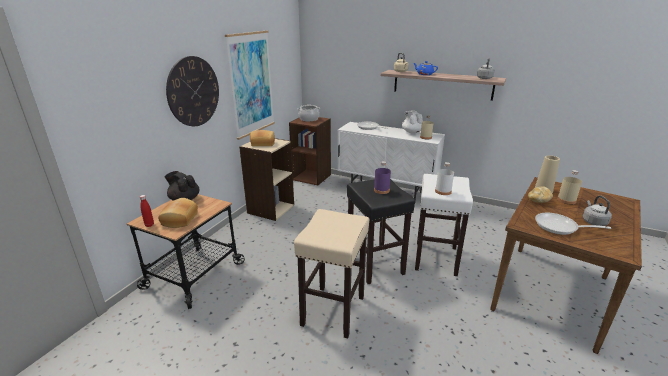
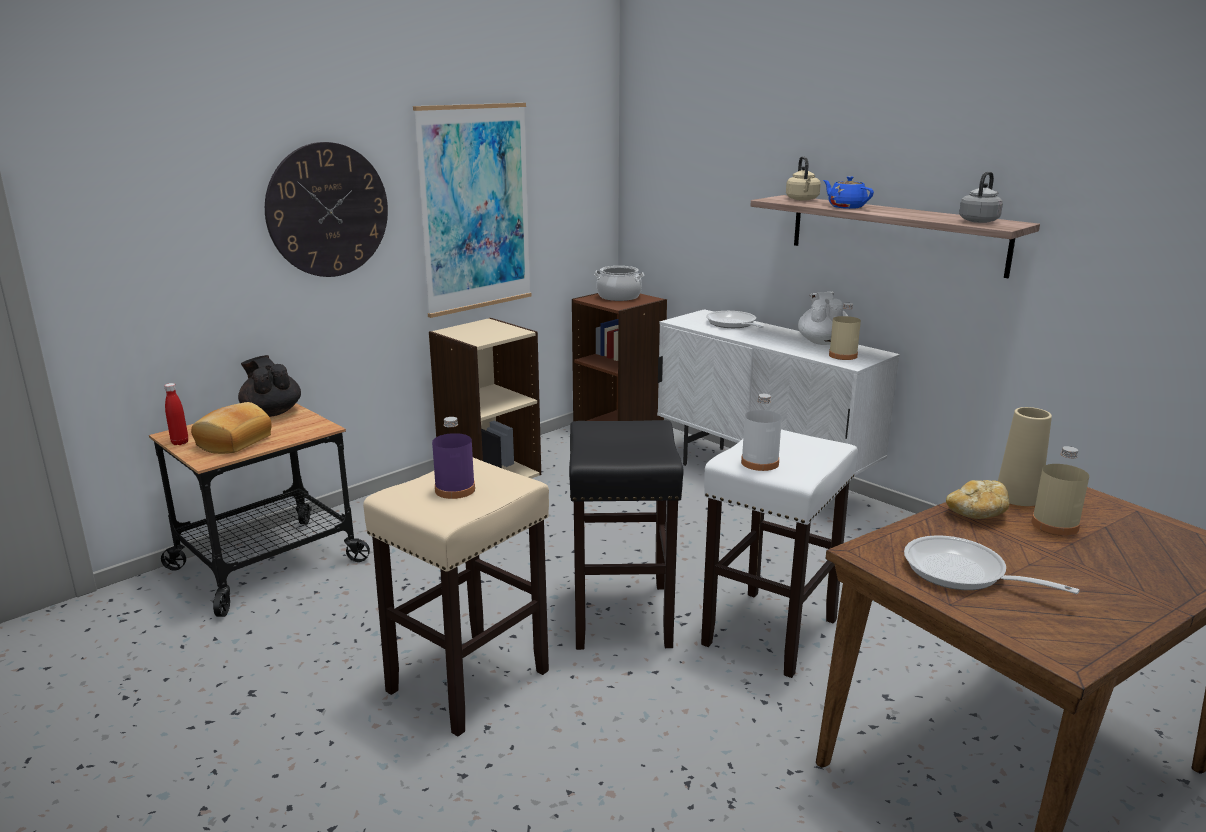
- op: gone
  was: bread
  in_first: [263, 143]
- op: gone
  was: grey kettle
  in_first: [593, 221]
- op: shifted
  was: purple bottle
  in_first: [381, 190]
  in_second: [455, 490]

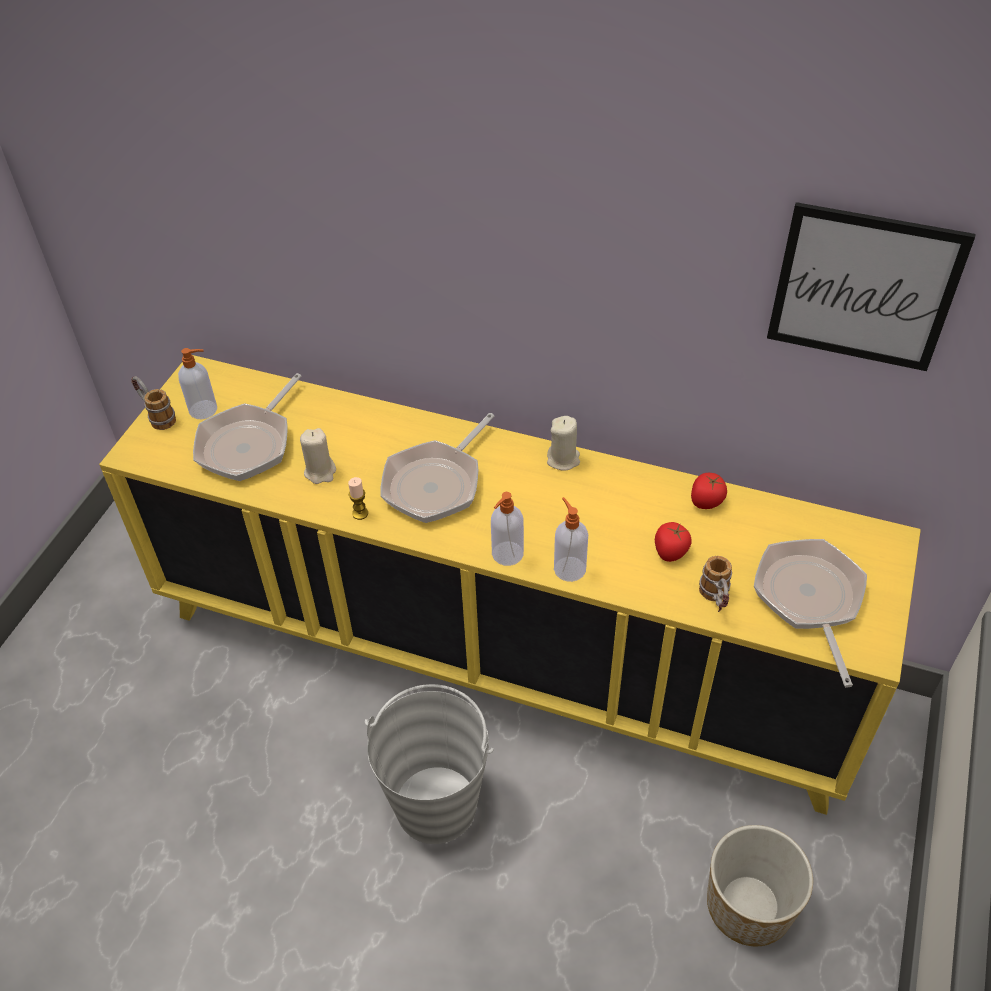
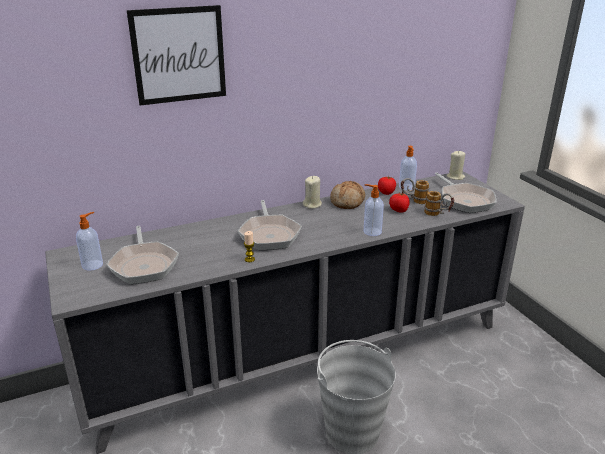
- op: gone
  was: planter
  in_first: [748, 904]
- op: new
  now: bread
  in_second: [348, 202]
- op: shifted
  was: mug
  in_first: [156, 416]
  in_second: [413, 201]
- op: shifted
  was: beige candle
  in_first: [320, 472]
  in_second: [455, 177]
- op: shifted
  was: soap dispenser
  in_first: [506, 554]
  in_second: [406, 187]
- op: shifted
  was: picture
  in_first: [864, 288]
  in_second: [179, 55]
- op: repainted
  was: yellow cabinet
  now: grey cabinet
  in_first: [500, 654]
  in_second: [302, 356]
- op: rotated
  was: frying pan
  in_first: [809, 599]
  in_second: [464, 200]
  clockwise: -150

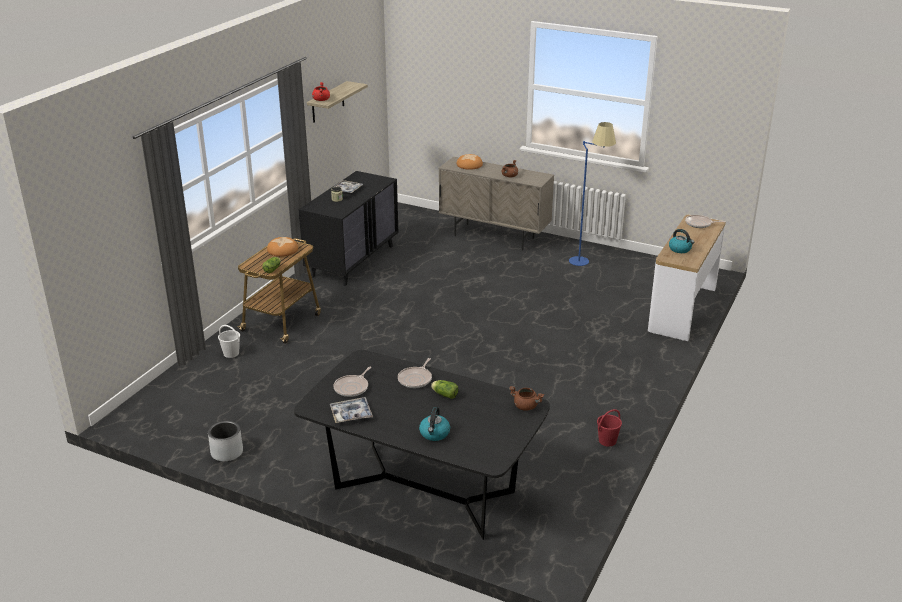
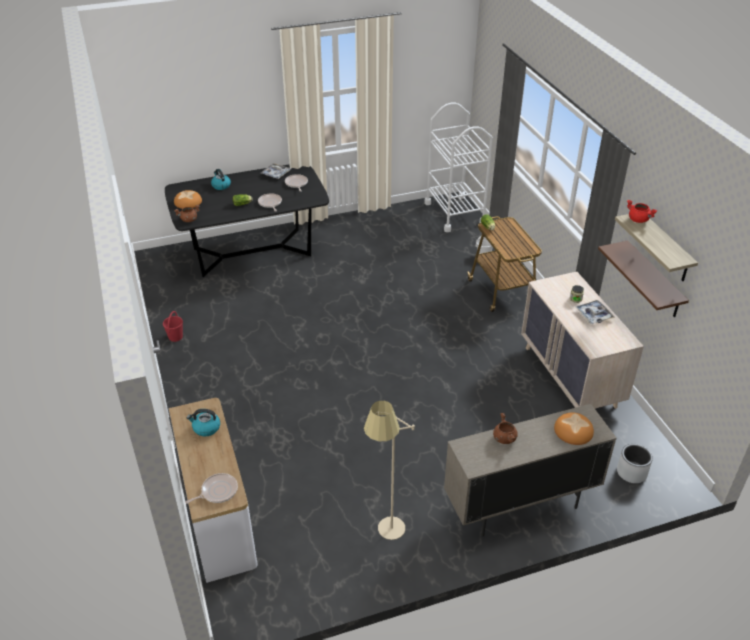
- op: new
  now: white cart
  in_second: [455, 213]
- op: new
  now: brown shelf
  in_second: [653, 280]
- op: shifted
  was: grey planter
  in_first: [227, 452]
  in_second: [632, 472]
- op: shifted
  was: bread
  in_first: [282, 250]
  in_second: [188, 202]
- op: repainted
  was: black dresser
  now: beige dresser
  in_first: [353, 261]
  in_second: [570, 377]
- op: repainted
  was: blue floor lamp
  now: beige floor lamp
  in_first: [587, 259]
  in_second: [386, 538]

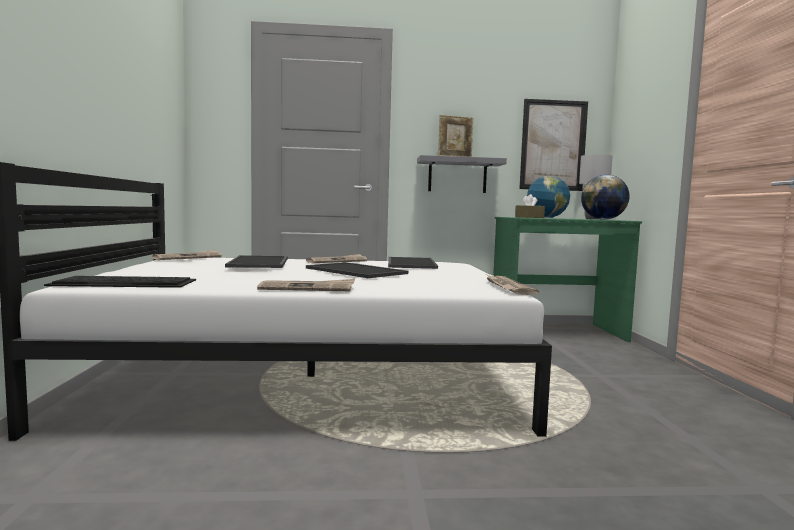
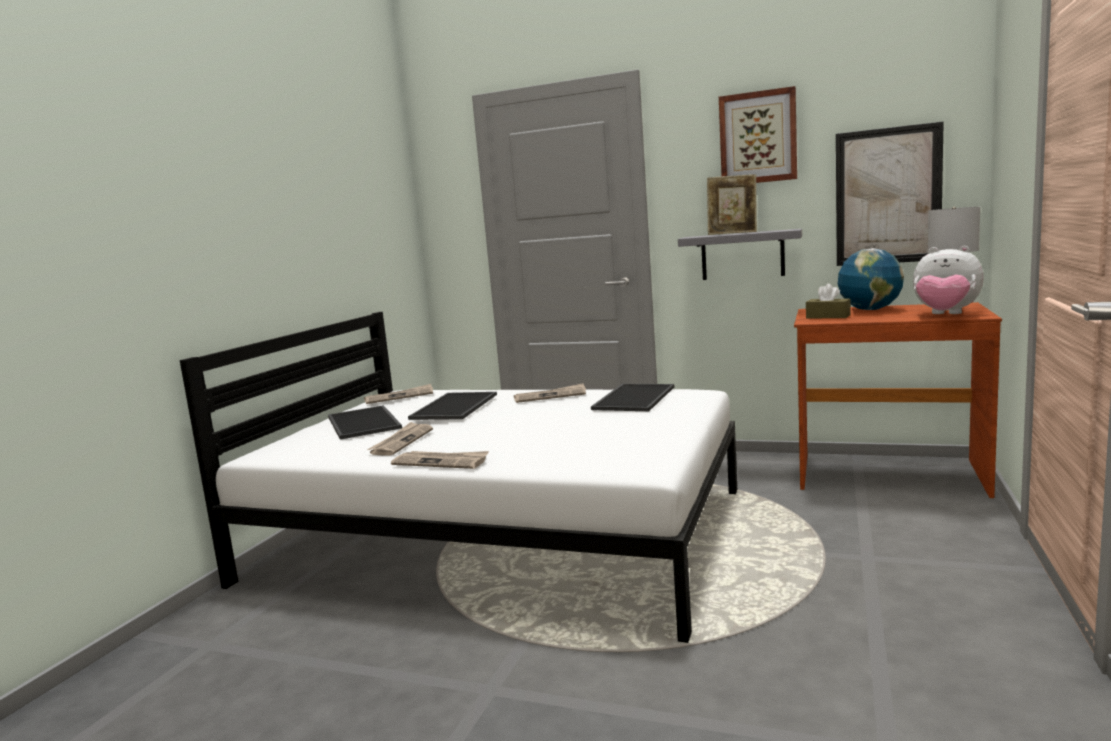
- op: gone
  was: keyboard
  in_first: [126, 282]
- op: new
  now: picture
  in_second: [758, 138]
- op: shifted
  was: tray
  in_first: [357, 271]
  in_second: [365, 422]
- op: shifted
  was: newspaper
  in_first: [507, 287]
  in_second: [401, 441]
- op: swapped
  was: globe
  now: plush toy
  in_first: [603, 219]
  in_second: [945, 314]
- op: repainted
  was: green desk
  now: brown desk
  in_first: [556, 332]
  in_second: [888, 475]

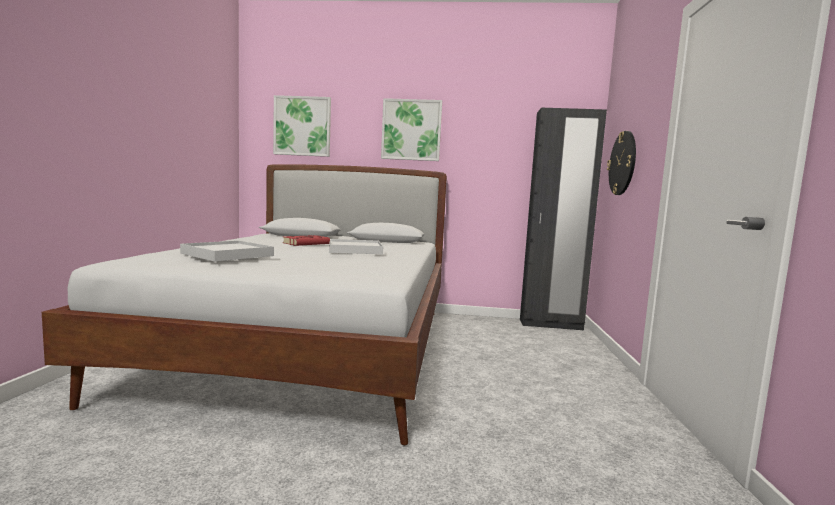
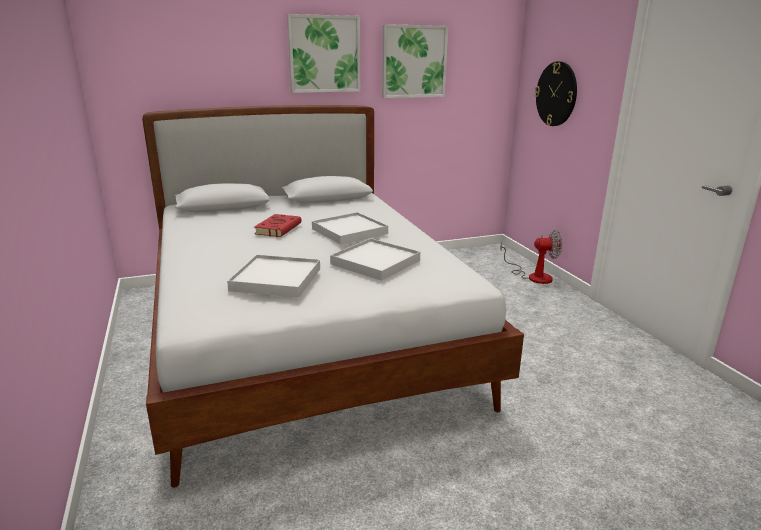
- op: gone
  was: black wardrobe
  in_first: [550, 325]
- op: new
  now: white tray
  in_second: [375, 262]
- op: new
  now: fan
  in_second: [533, 276]
- op: shifted
  was: picture
  in_first: [302, 126]
  in_second: [414, 61]

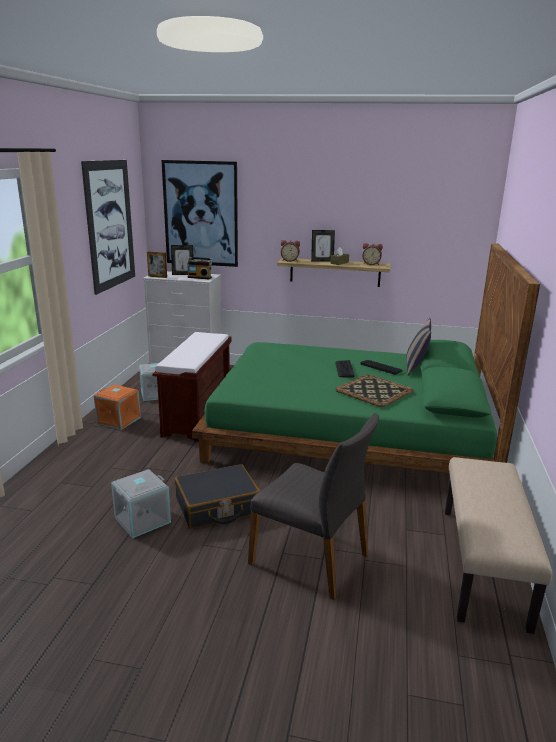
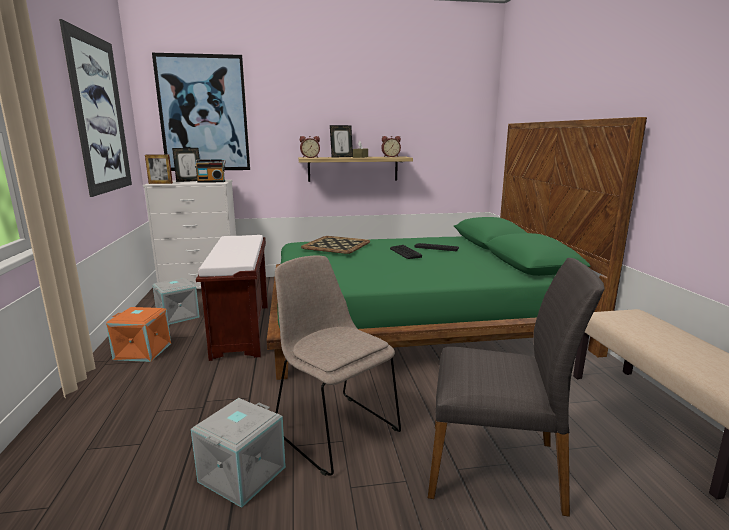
- op: gone
  was: pillow
  in_first: [416, 368]
- op: shifted
  was: tray
  in_first: [375, 391]
  in_second: [337, 245]
- op: swapped
  was: black suitcase
  now: beige chair
  in_first: [217, 506]
  in_second: [334, 429]

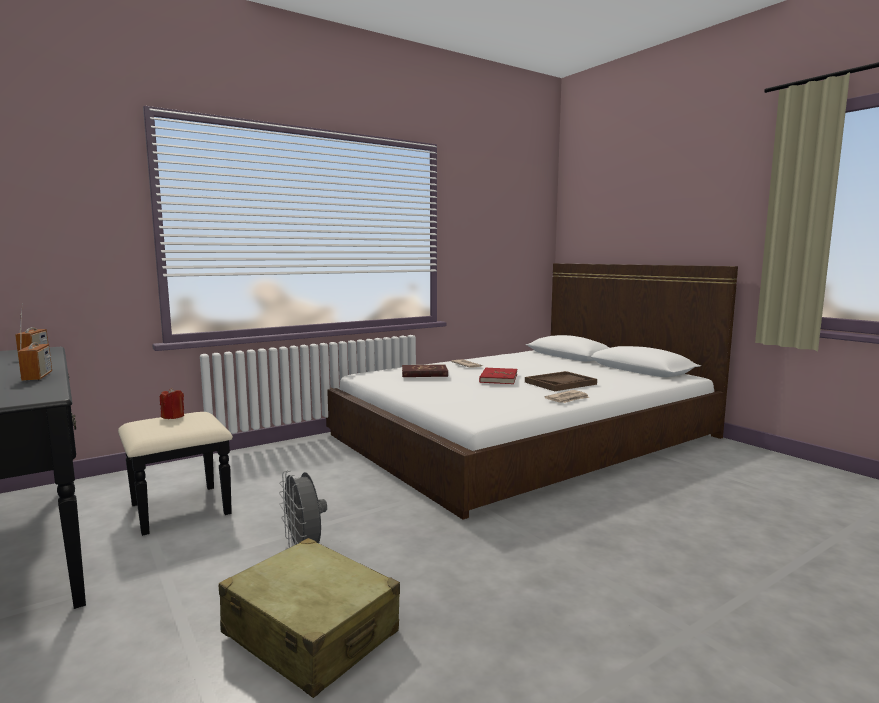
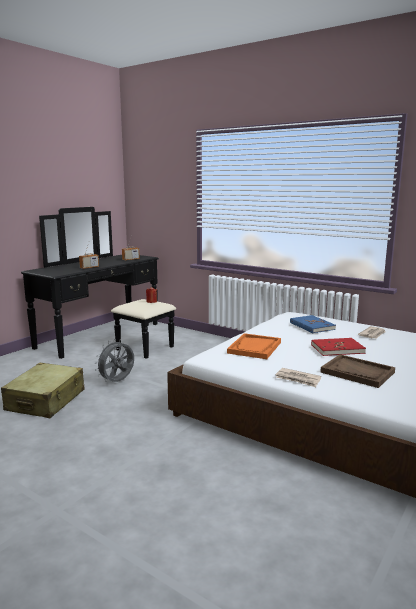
- op: new
  now: orange tray
  in_second: [254, 348]
- op: repainted
  was: red book
  now: blue book
  in_first: [424, 373]
  in_second: [312, 326]

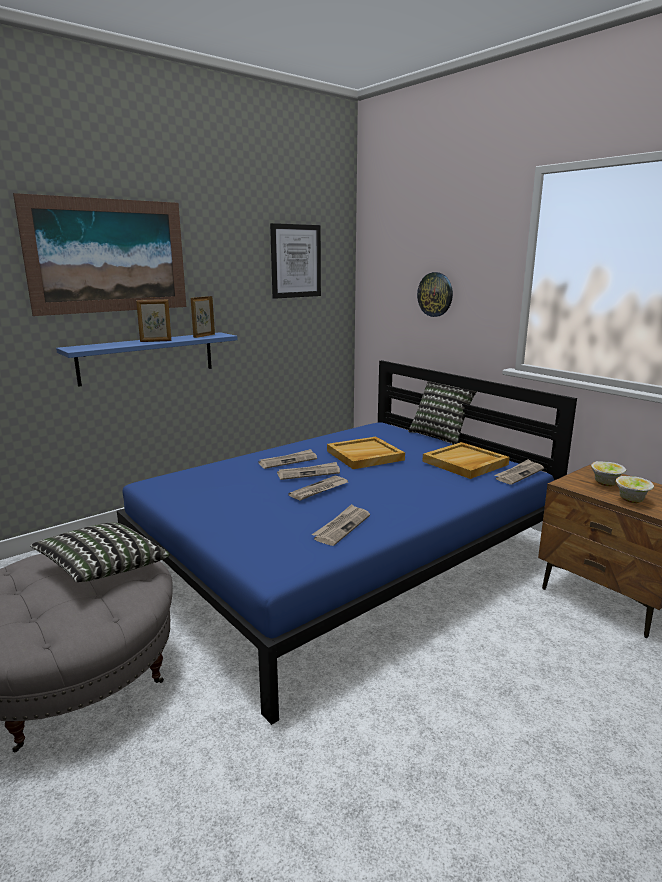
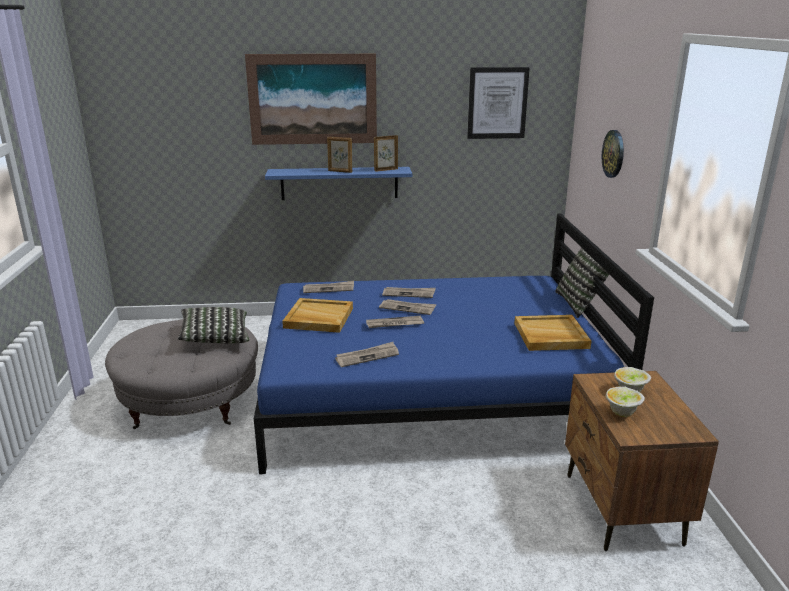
- op: shifted
  was: beige tray
  in_first: [364, 456]
  in_second: [318, 318]
- op: shifted
  was: newspaper
  in_first: [519, 474]
  in_second: [329, 289]

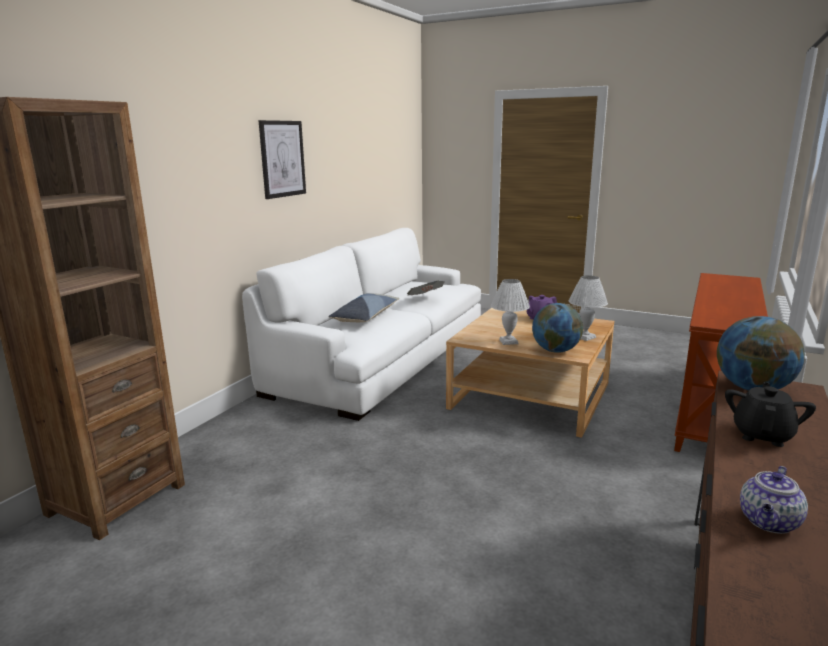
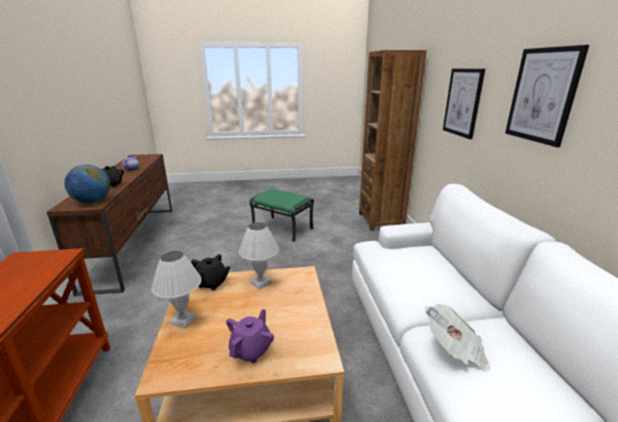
- op: gone
  was: pillow
  in_first: [365, 316]
- op: new
  now: green ottoman
  in_second: [283, 228]
- op: new
  now: picture
  in_second: [463, 102]
- op: swapped
  was: globe
  now: black teapot
  in_first: [555, 351]
  in_second: [211, 283]

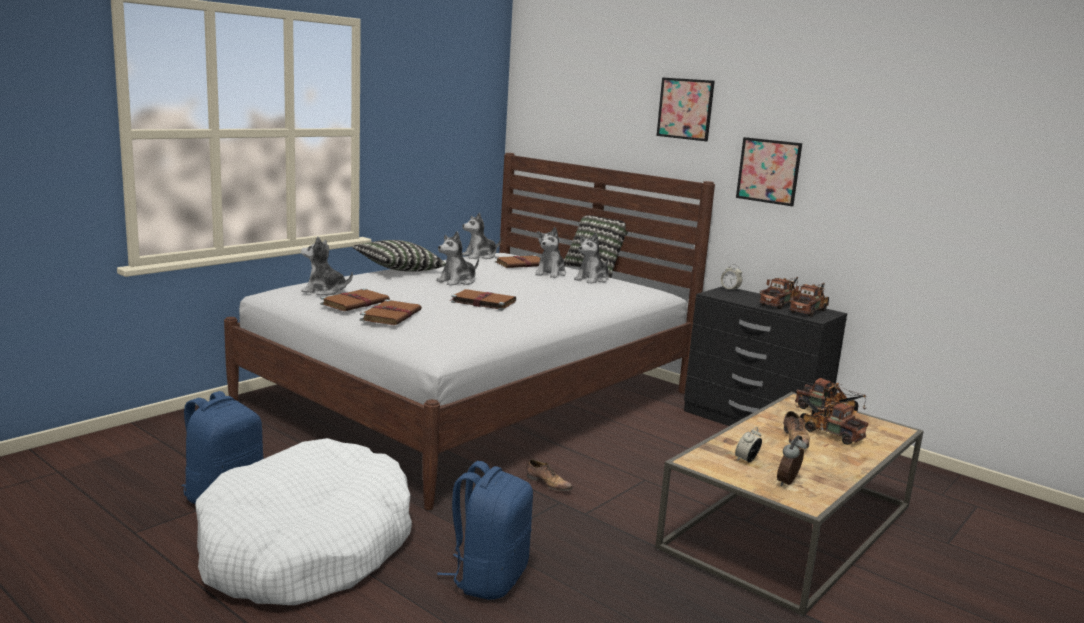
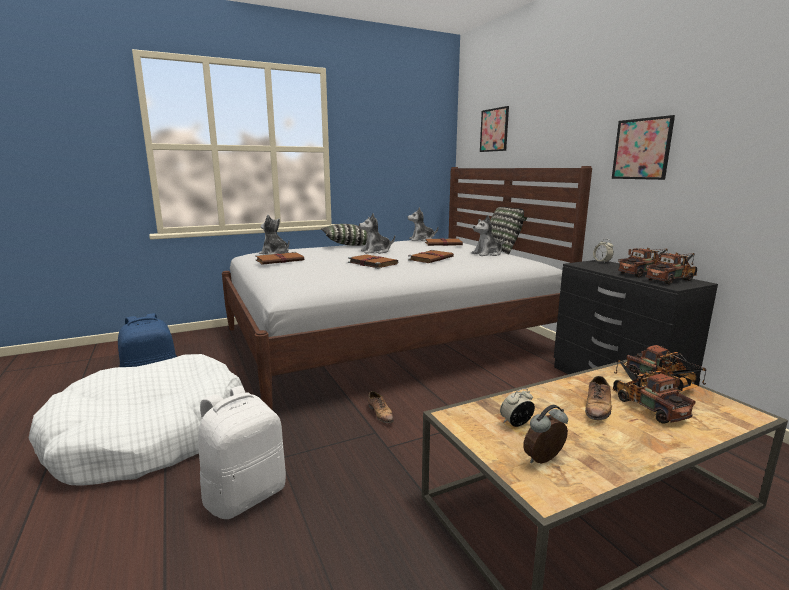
- op: gone
  was: plush toy
  in_first: [550, 273]
- op: shifted
  was: brown book
  in_first: [391, 315]
  in_second: [431, 258]
- op: shifted
  was: picture
  in_first: [685, 109]
  in_second: [494, 130]
- op: repainted
  was: blue backpack
  now: white backpack
  in_first: [488, 578]
  in_second: [245, 495]

